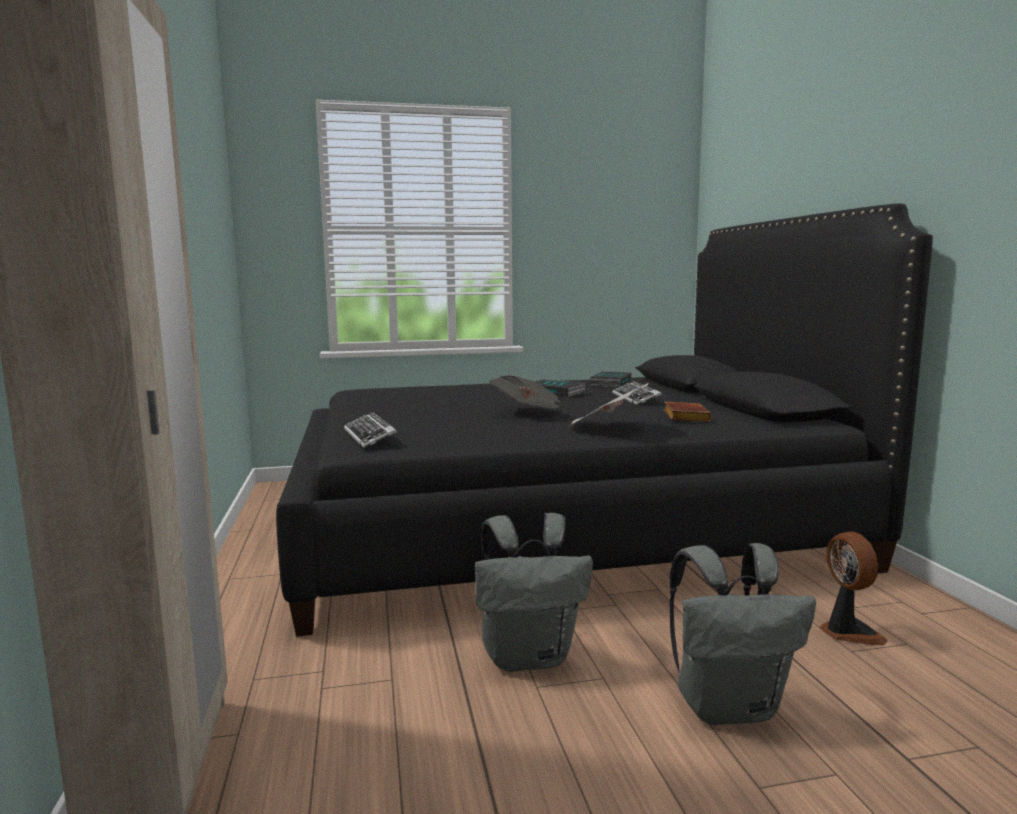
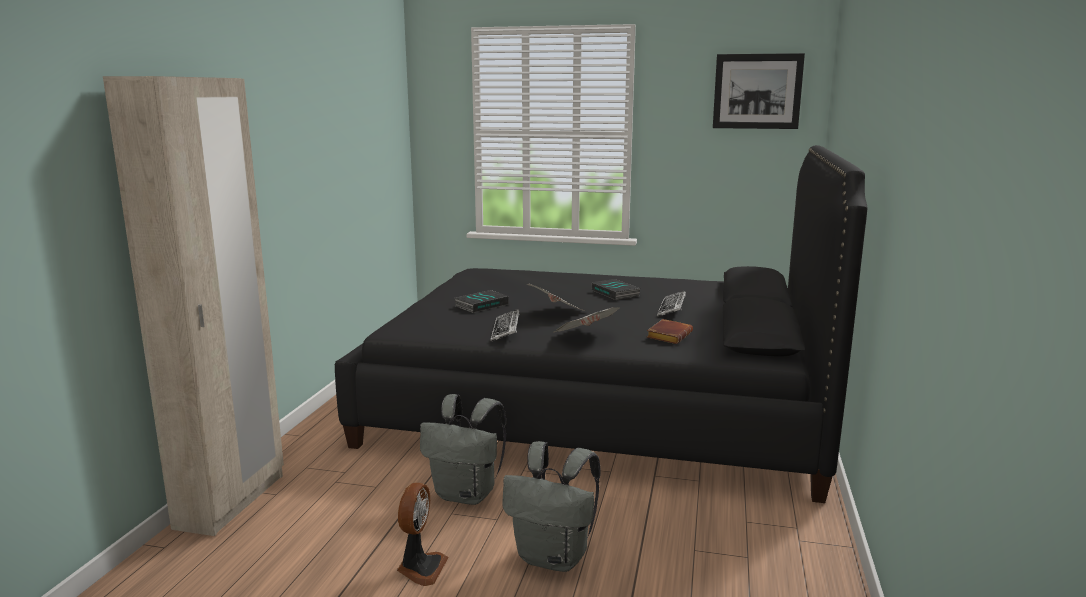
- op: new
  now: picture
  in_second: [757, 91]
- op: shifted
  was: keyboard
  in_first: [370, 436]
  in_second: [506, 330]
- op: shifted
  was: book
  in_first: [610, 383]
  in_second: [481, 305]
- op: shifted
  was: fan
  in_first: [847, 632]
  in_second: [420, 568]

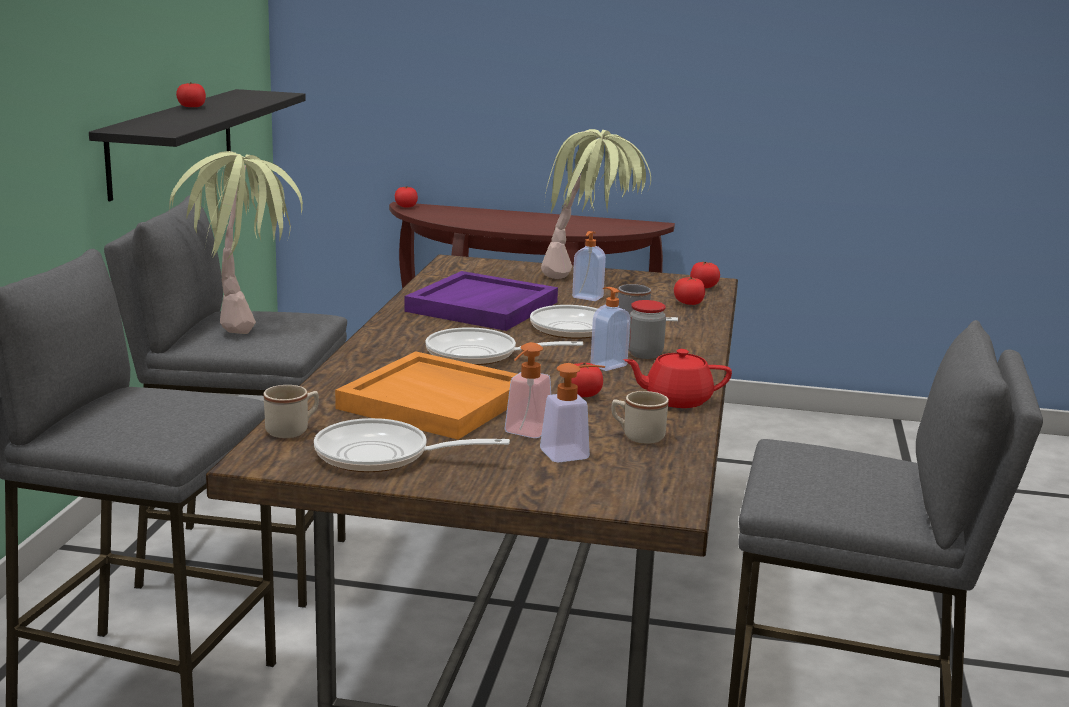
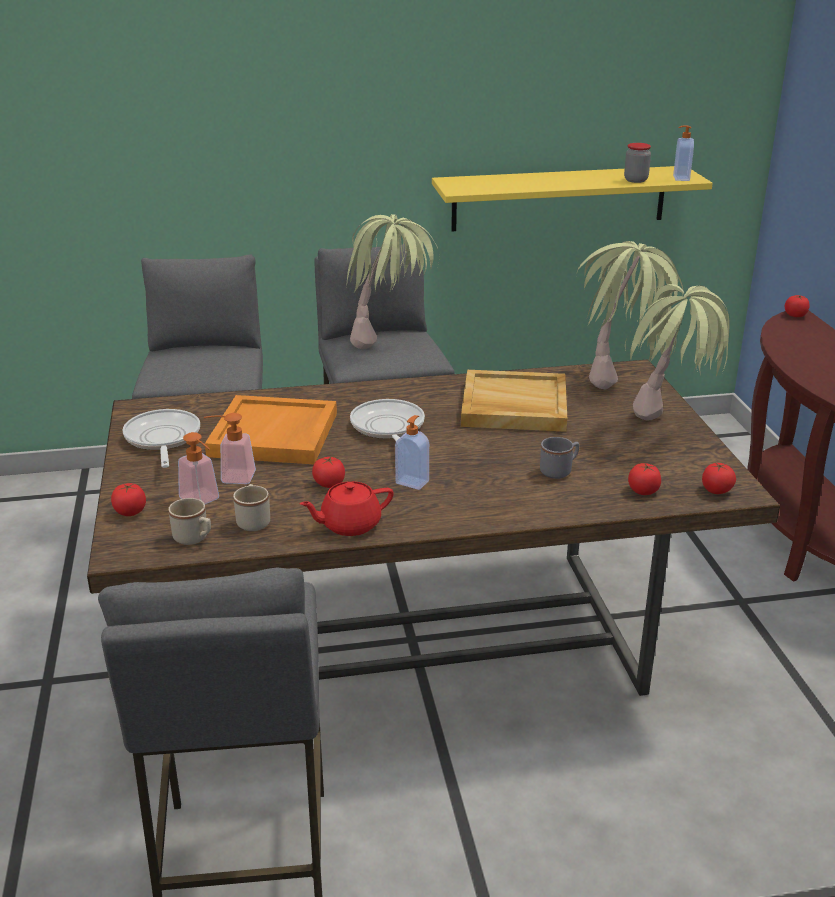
- op: gone
  was: frying pan
  in_first: [580, 330]
- op: new
  now: potted plant
  in_second: [621, 376]
- op: shifted
  was: tomato
  in_first: [191, 107]
  in_second: [130, 511]
- op: shifted
  was: beige mug
  in_first: [293, 430]
  in_second: [194, 539]
- op: shifted
  was: soap dispenser
  in_first: [587, 297]
  in_second: [680, 178]
- op: shifted
  was: jar
  in_first: [645, 354]
  in_second: [635, 180]
- op: repainted
  was: black shelf
  now: yellow shelf
  in_first: [172, 141]
  in_second: [559, 198]
- op: repainted
  was: purple tray
  now: beige tray
  in_first: [482, 307]
  in_second: [513, 406]
- op: rotated
  was: red teapot
  in_first: [676, 400]
  in_second: [349, 525]
  clockwise: -90

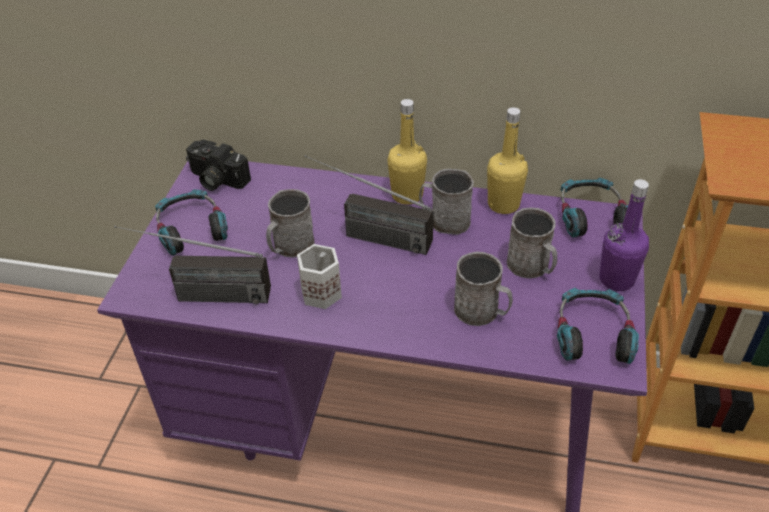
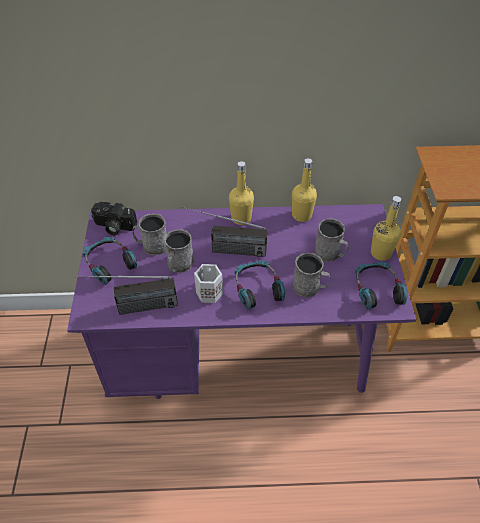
- op: shifted
  was: grey mug
  in_first: [444, 220]
  in_second: [152, 246]
- op: shifted
  was: headphones
  in_first: [591, 216]
  in_second: [257, 288]
- op: repainted
  was: purple bottle
  now: yellow bottle
  in_first: [616, 279]
  in_second: [381, 253]

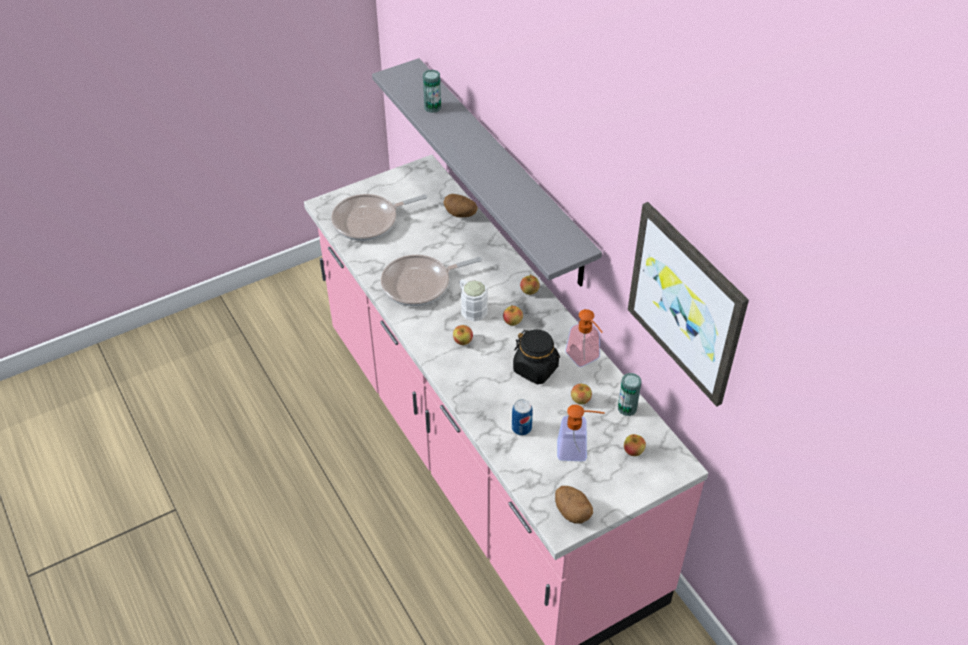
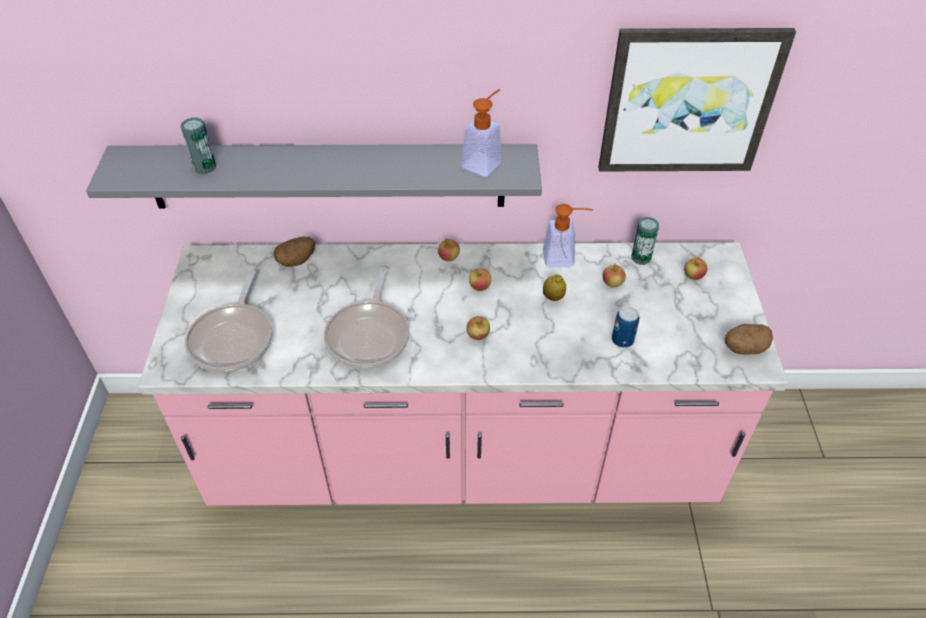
- op: gone
  was: white mug
  in_first: [471, 307]
- op: shifted
  was: soap dispenser
  in_first: [578, 450]
  in_second: [485, 161]
- op: swapped
  was: black jar
  now: lemon
  in_first: [536, 369]
  in_second: [553, 297]

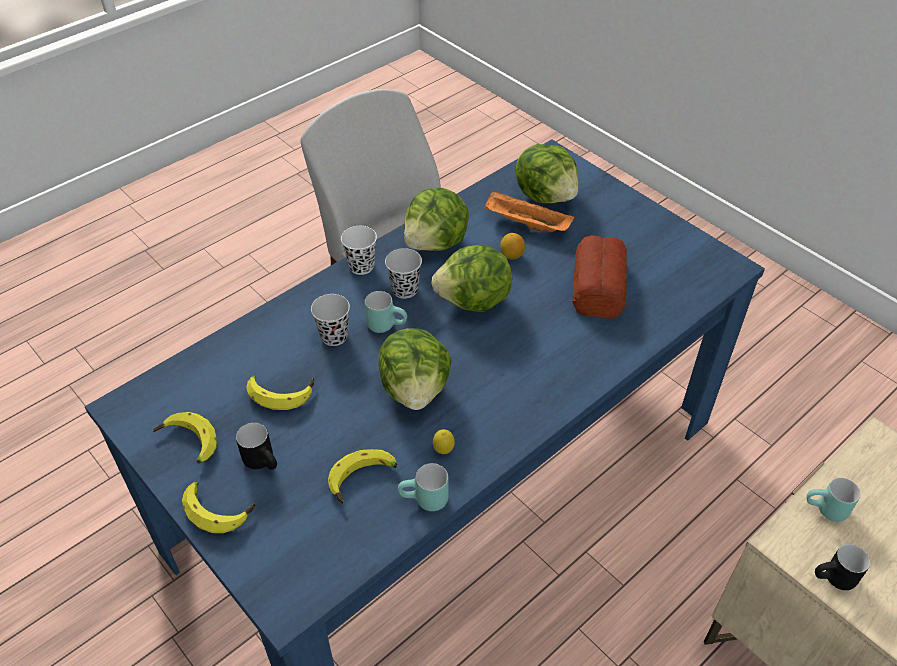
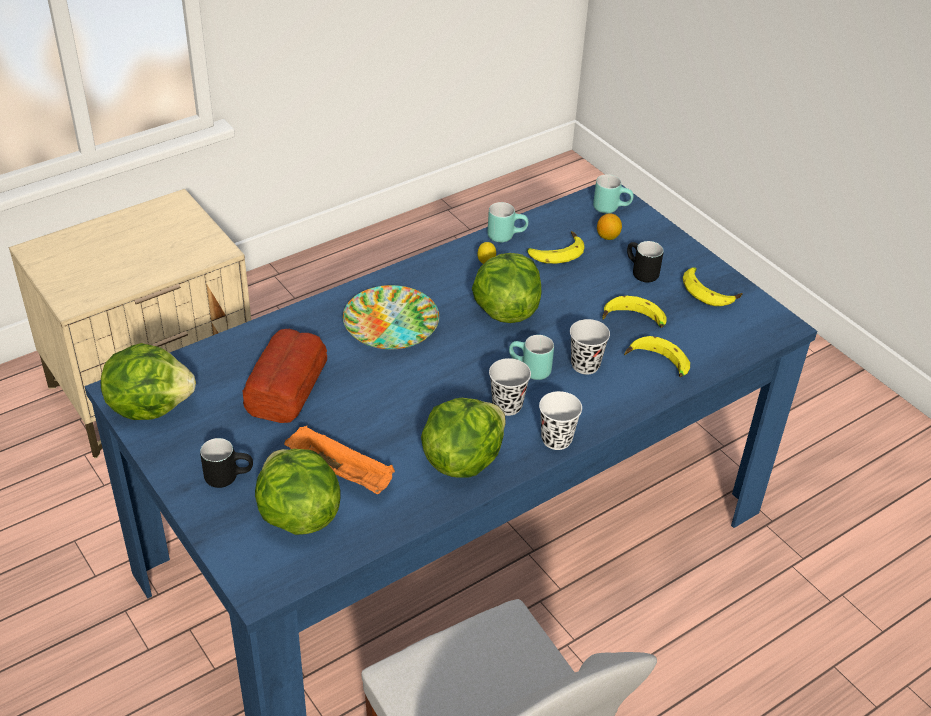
- op: new
  now: plate
  in_second: [392, 323]
- op: shifted
  was: banana
  in_first: [219, 508]
  in_second: [656, 364]
- op: shifted
  was: lettuce
  in_first: [474, 301]
  in_second: [150, 405]
- op: shifted
  was: lemon
  in_first: [511, 255]
  in_second: [608, 237]
- op: shifted
  was: turquoise mug
  in_first: [825, 511]
  in_second: [611, 207]
- op: shifted
  was: black mug
  in_first: [834, 580]
  in_second: [229, 476]

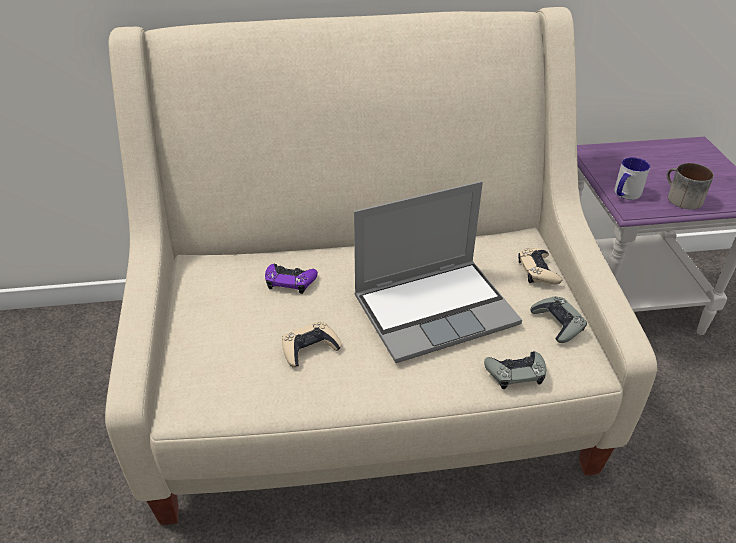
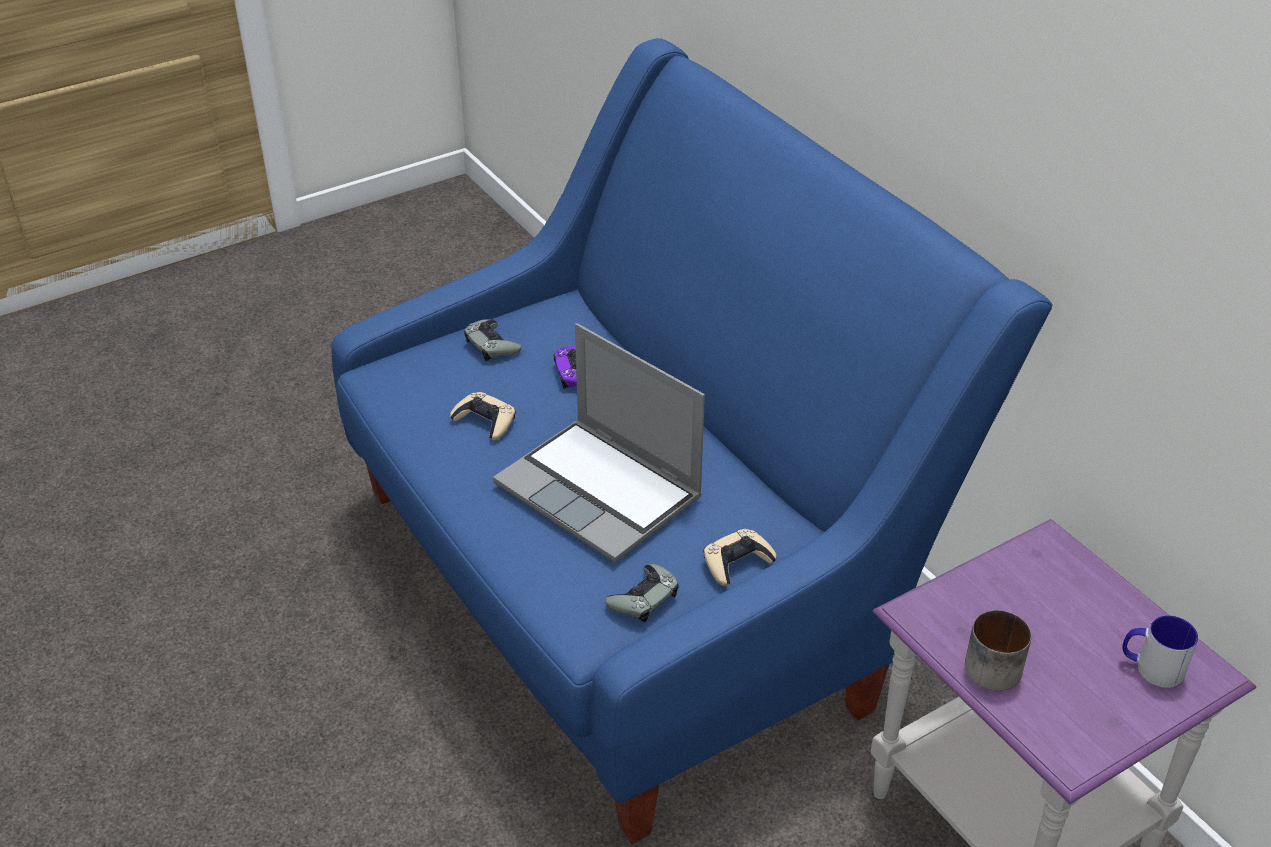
- op: shifted
  was: grey game controller
  in_first: [515, 373]
  in_second: [491, 345]
- op: shifted
  was: mug
  in_first: [625, 194]
  in_second: [1151, 667]
- op: repainted
  was: beige sofa
  now: blue sofa
  in_first: [367, 387]
  in_second: [637, 580]

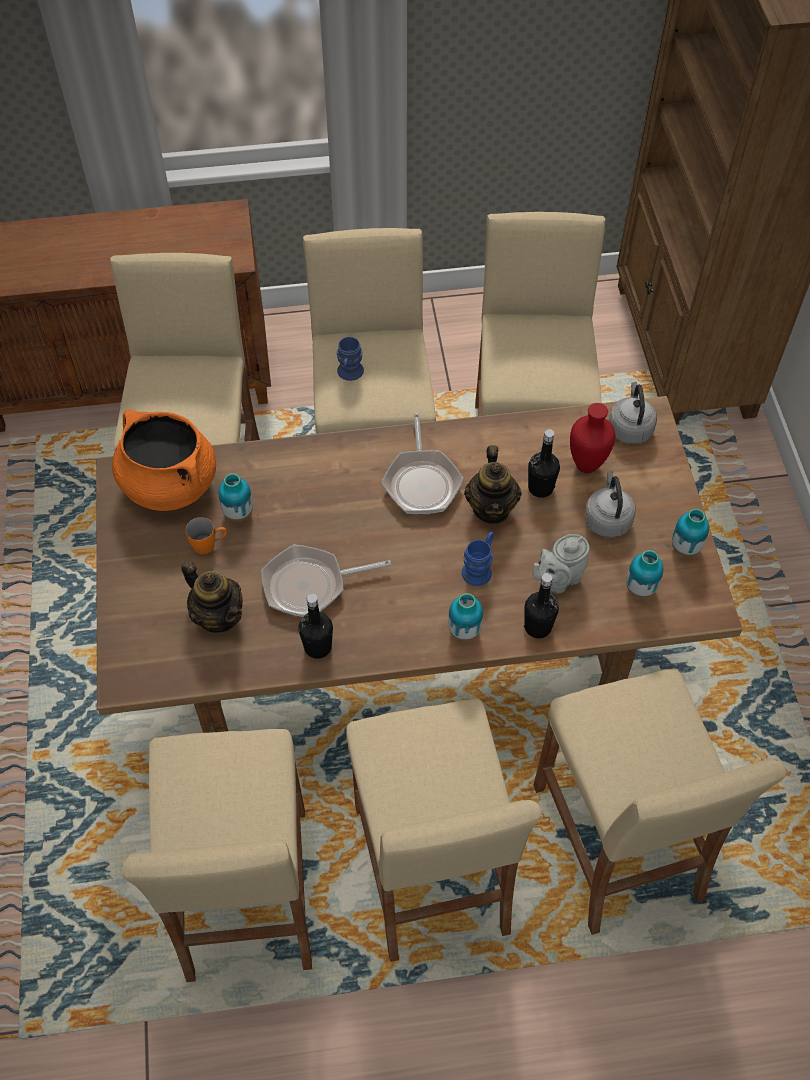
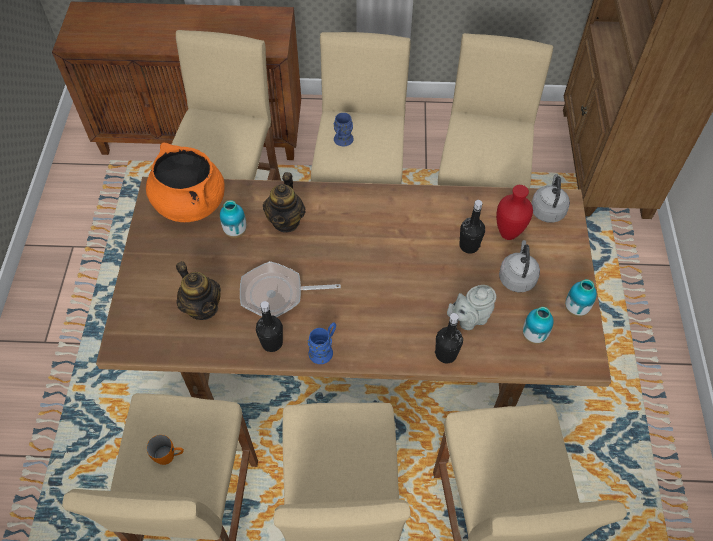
- op: gone
  was: frying pan
  in_first: [422, 481]
- op: gone
  was: vase
  in_first: [464, 631]
- op: shifted
  was: orange mug
  in_first: [209, 544]
  in_second: [169, 456]
- op: shifted
  was: blue mug
  in_first: [479, 568]
  in_second: [324, 349]
- op: shifted
  was: teapot
  in_first: [491, 508]
  in_second: [286, 221]

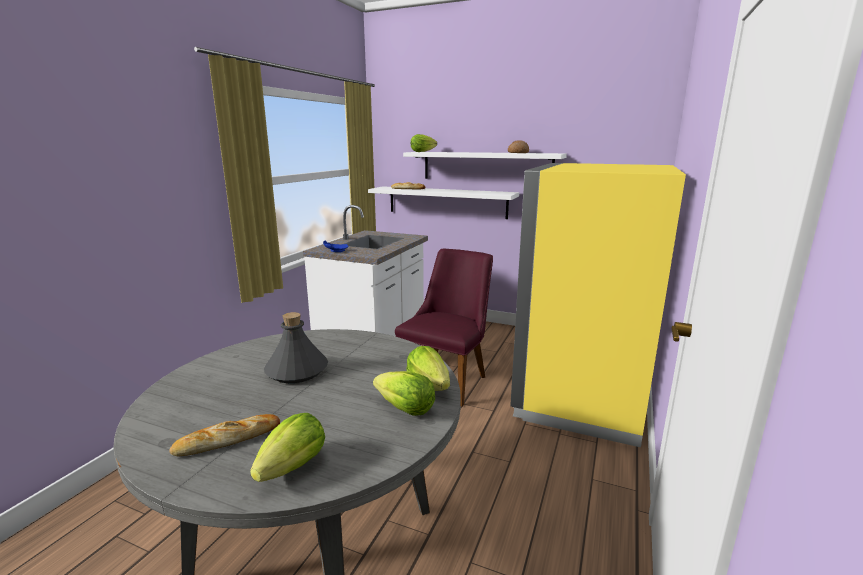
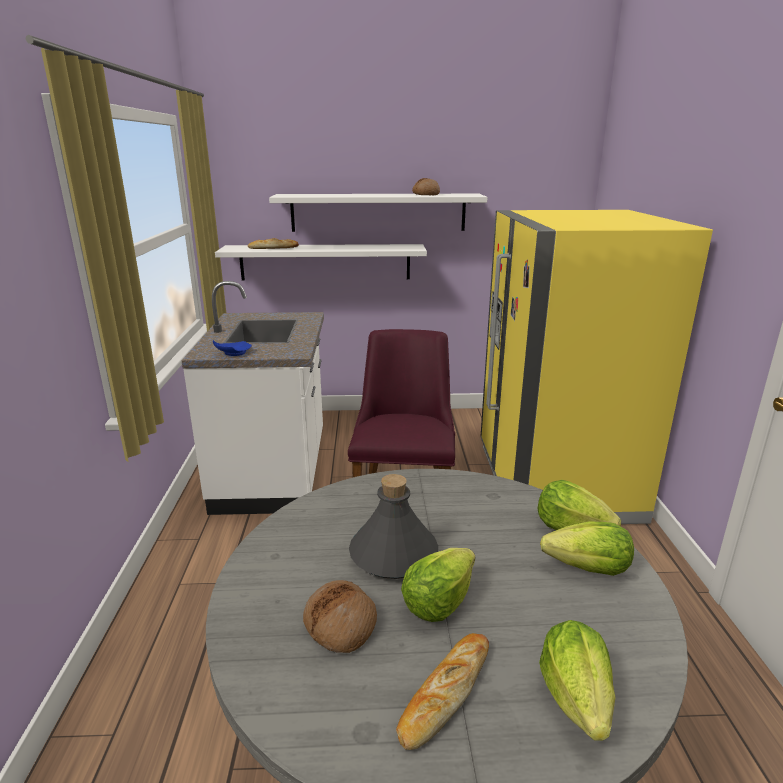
- op: new
  now: bread
  in_second: [341, 623]
- op: shifted
  was: lettuce
  in_first: [422, 152]
  in_second: [438, 602]

